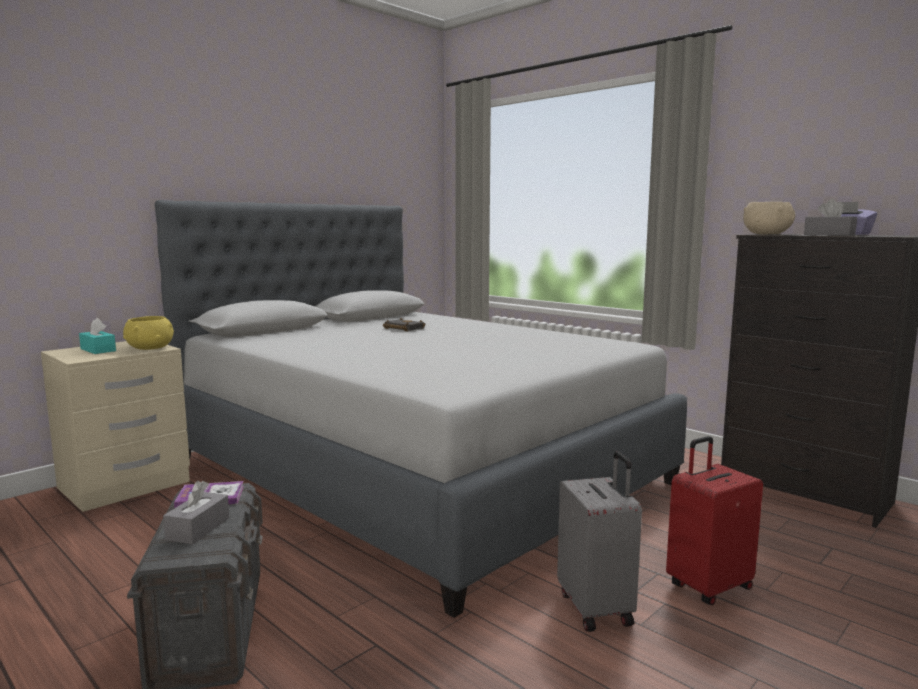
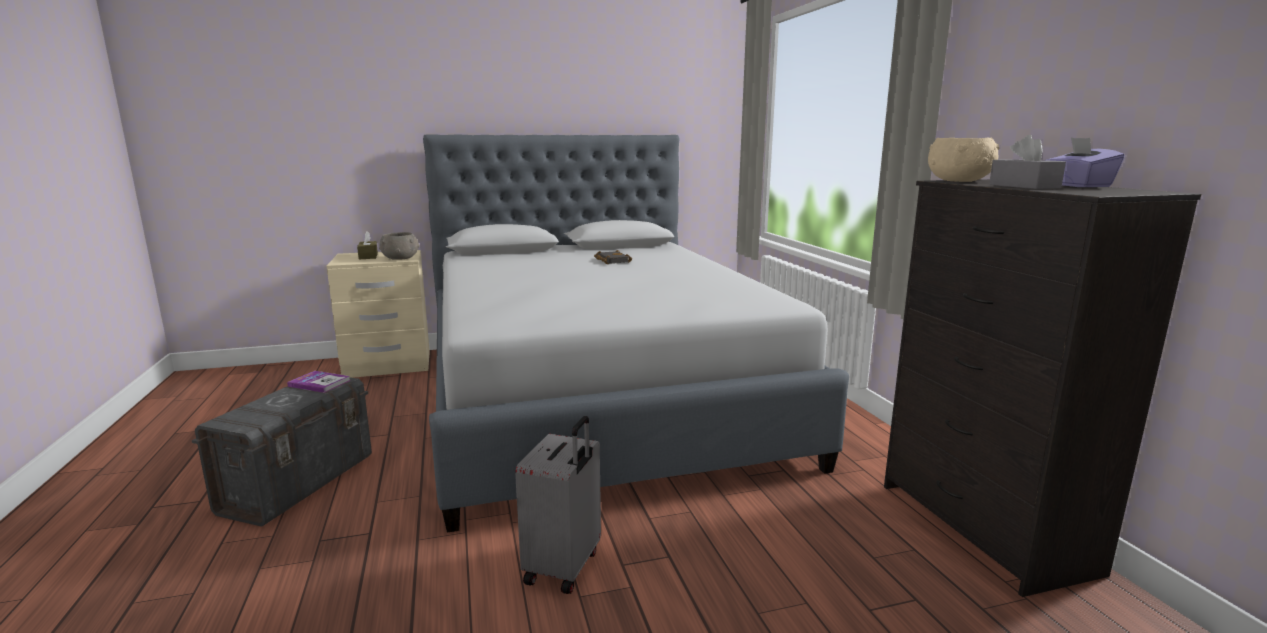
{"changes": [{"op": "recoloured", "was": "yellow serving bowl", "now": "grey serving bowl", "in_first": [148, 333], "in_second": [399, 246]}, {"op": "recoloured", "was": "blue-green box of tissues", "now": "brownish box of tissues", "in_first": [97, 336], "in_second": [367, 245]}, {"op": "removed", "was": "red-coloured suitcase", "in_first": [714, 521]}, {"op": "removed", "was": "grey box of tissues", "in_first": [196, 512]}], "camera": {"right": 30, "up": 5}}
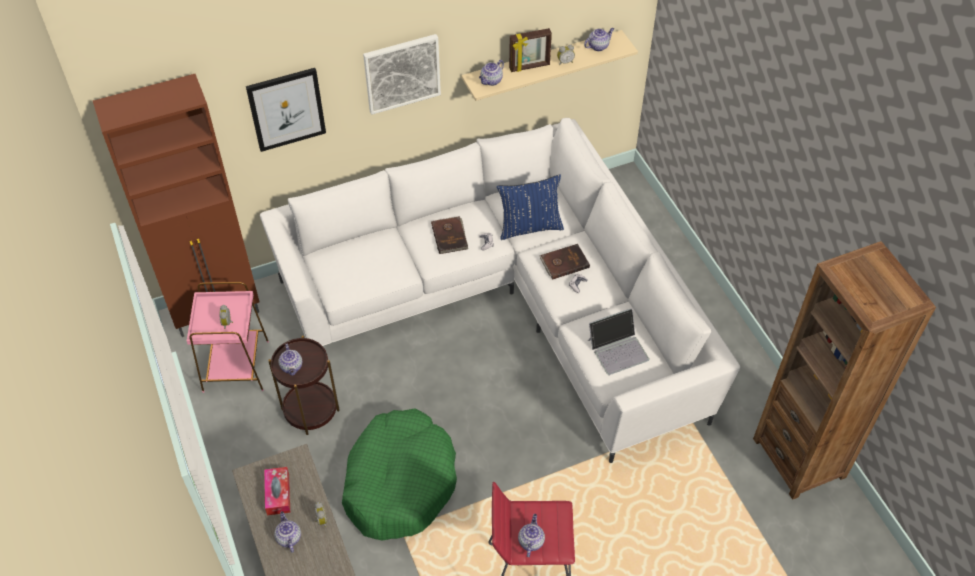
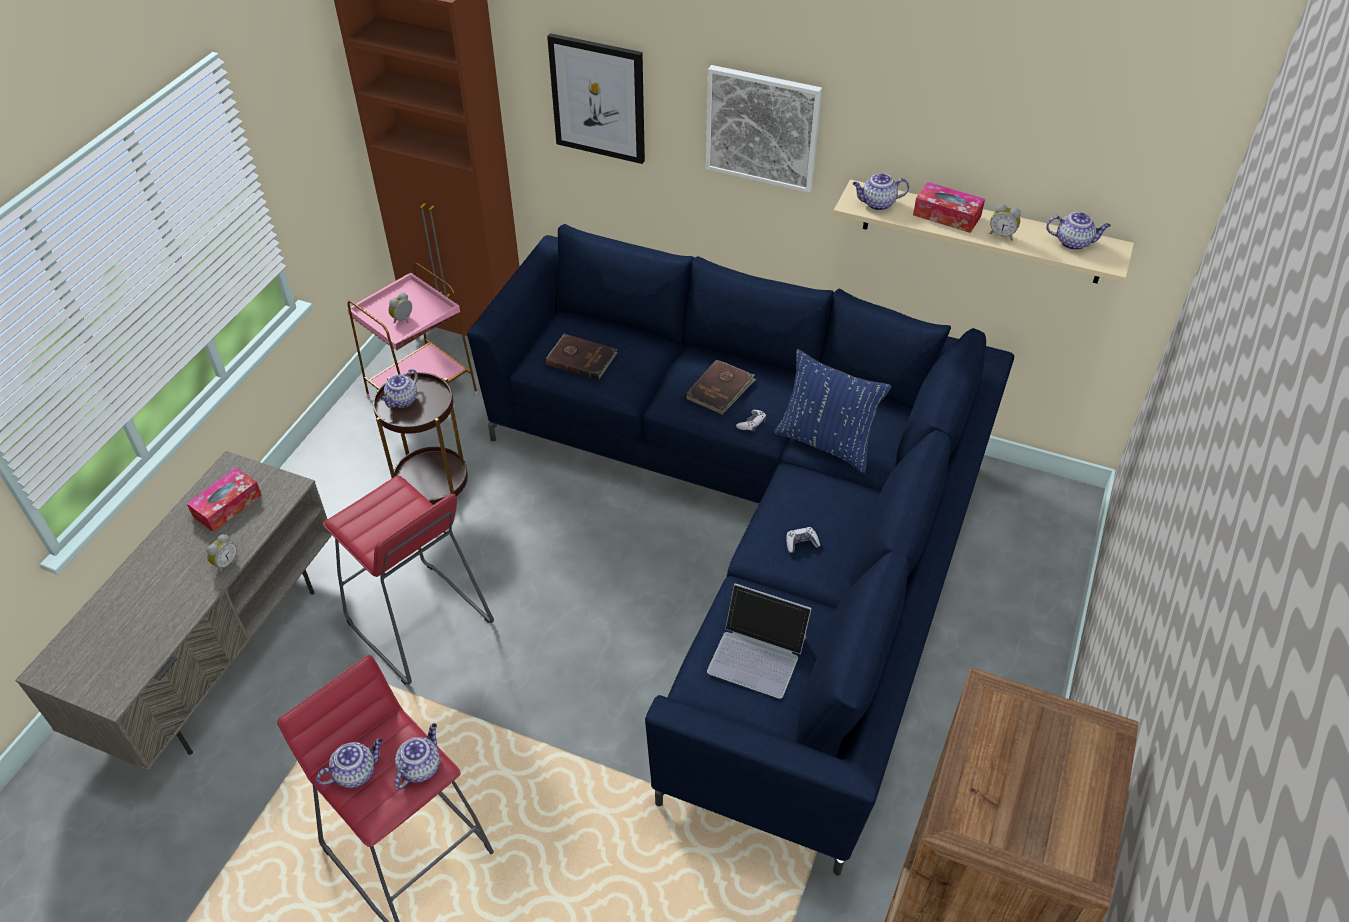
{"changes": [{"op": "replaced", "was": "photo frame", "now": "box of tissues", "in_first": [530, 50], "in_second": [949, 207]}, {"op": "recoloured", "was": "white-coloured sofa", "now": "blue-coloured sofa", "in_first": [500, 290], "in_second": [740, 550]}, {"op": "moved", "was": "brownish book", "in_first": [564, 262], "in_second": [582, 357]}, {"op": "replaced", "was": "green-coloured dog bed", "now": "red-coloured sitting stool", "in_first": [399, 474], "in_second": [408, 580]}, {"op": "moved", "was": "pot for tea", "in_first": [287, 532], "in_second": [417, 756]}], "camera": {"right": 45, "up": -5}}
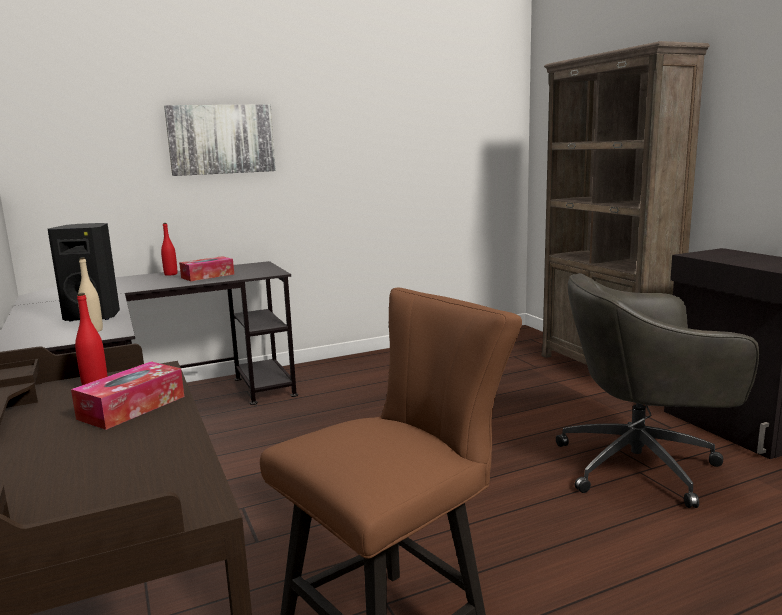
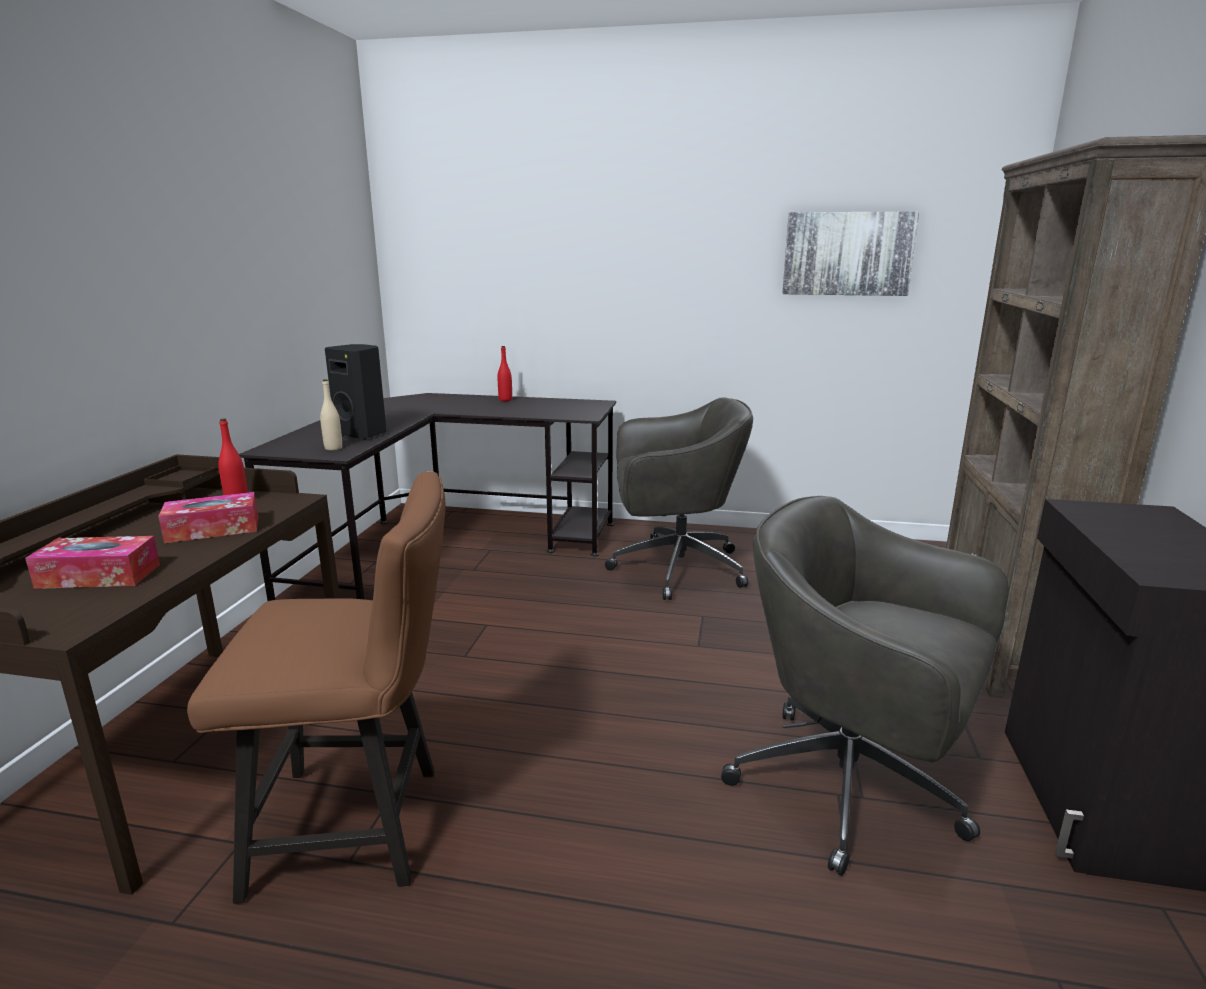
{"changes": [{"op": "moved", "was": "picture", "in_first": [220, 140], "in_second": [850, 254]}, {"op": "moved", "was": "box of tissues", "in_first": [206, 268], "in_second": [92, 562]}, {"op": "added", "now": "grey computer chair", "in_second": [679, 499]}], "camera": {"right": 35, "up": 5}}
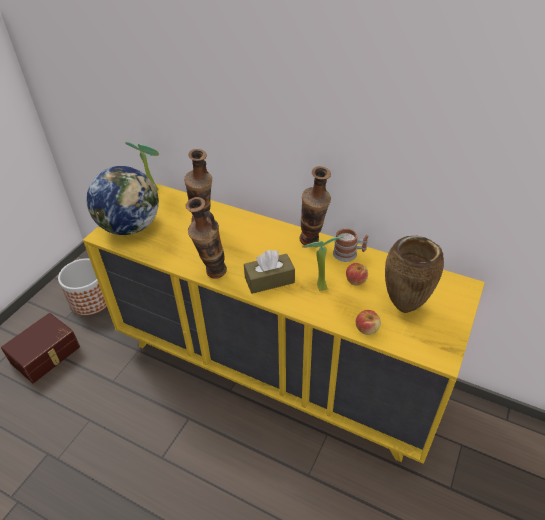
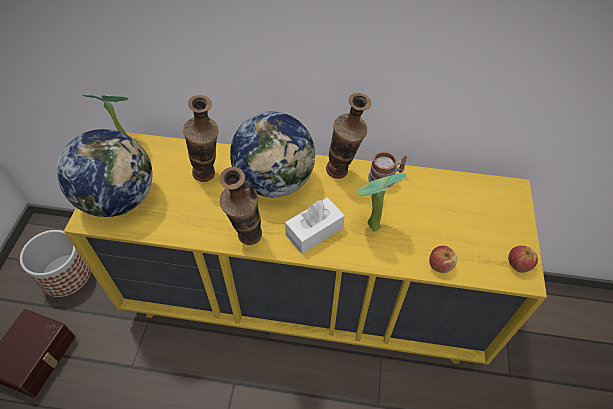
{"changes": [{"op": "removed", "was": "brownish flower vase", "in_first": [414, 274]}, {"op": "recoloured", "was": "brownish box of tissues", "now": "white-coloured box of tissues", "in_first": [269, 272], "in_second": [315, 225]}, {"op": "moved", "was": "whole apple", "in_first": [357, 274], "in_second": [523, 259]}, {"op": "added", "now": "desk globe", "in_second": [272, 154]}], "camera": {"right": -20, "up": 10}}
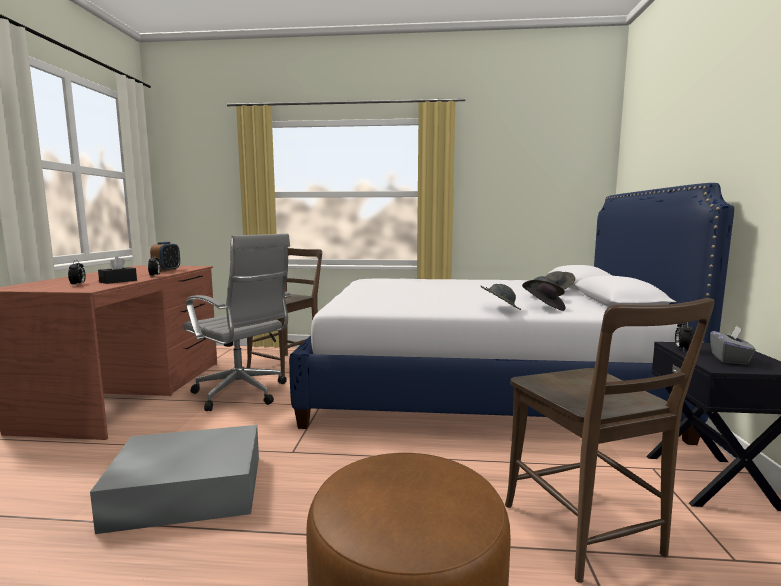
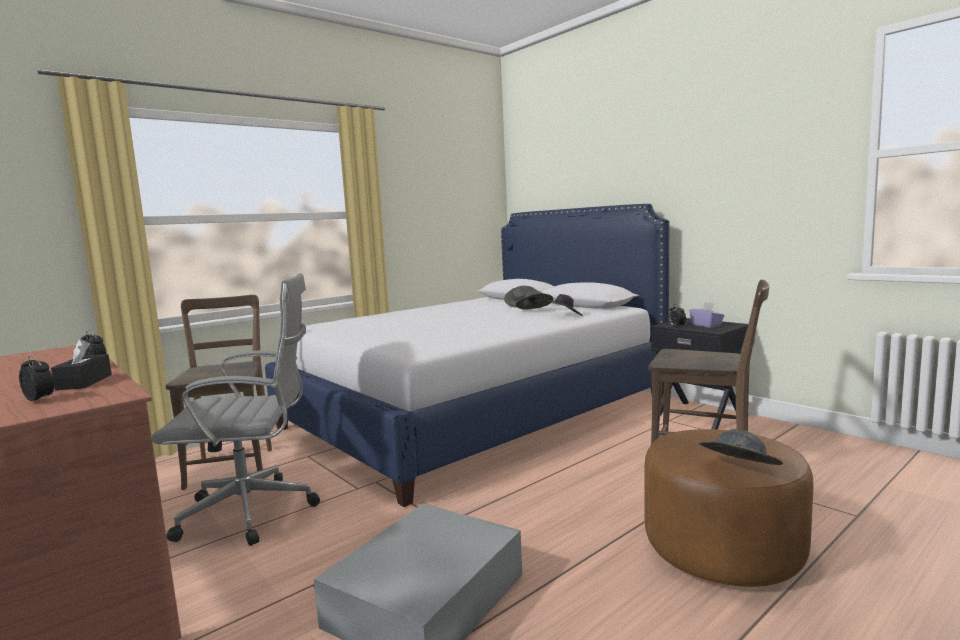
{"changes": [{"op": "removed", "was": "bedside clock", "in_first": [165, 257]}, {"op": "moved", "was": "grey hat", "in_first": [501, 297], "in_second": [741, 447]}, {"op": "recoloured", "was": "grey box of tissues", "now": "purple-coloured box of tissues", "in_first": [733, 345], "in_second": [706, 315]}], "camera": {"right": -45, "up": 0}}
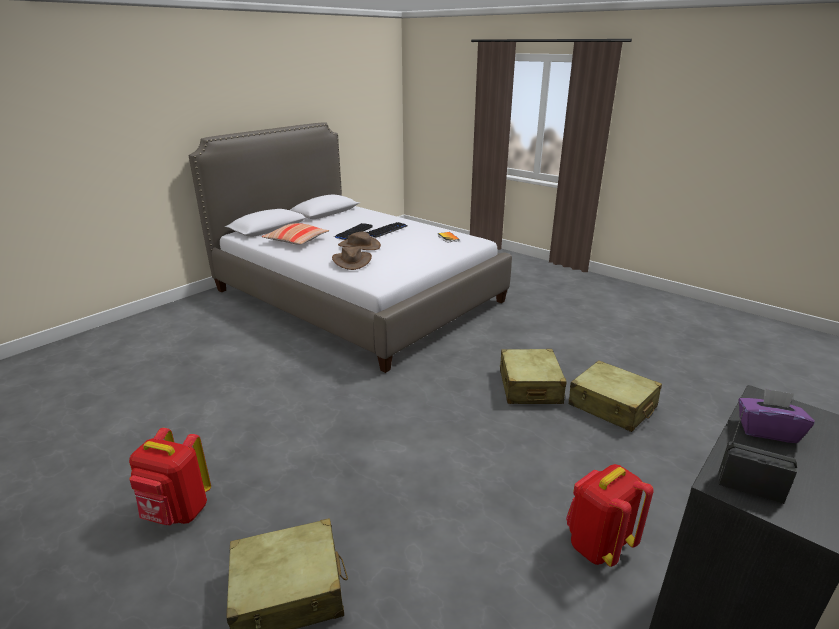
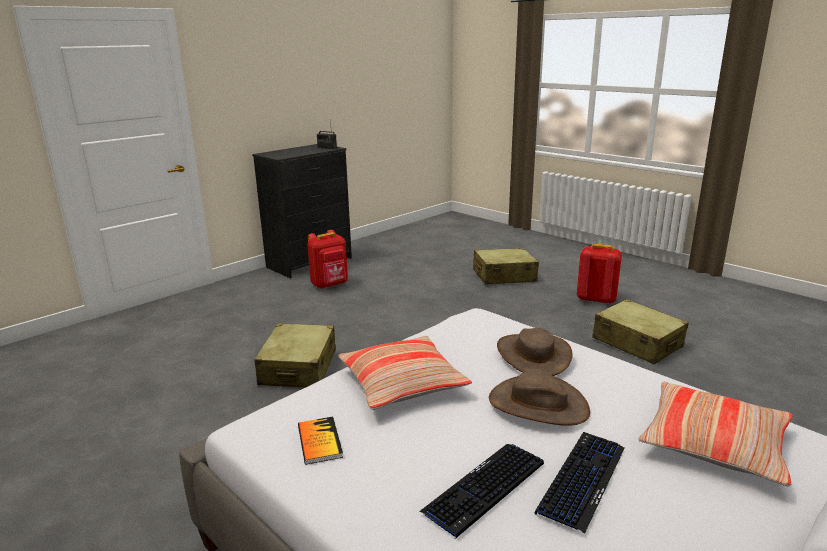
{"changes": [{"op": "moved", "was": "sand-coloured suitcase", "in_first": [615, 396], "in_second": [640, 331]}, {"op": "removed", "was": "purple-coloured box of tissues", "in_first": [777, 415]}, {"op": "added", "now": "cushion", "in_second": [405, 373]}], "camera": {"right": -175, "up": -5}}
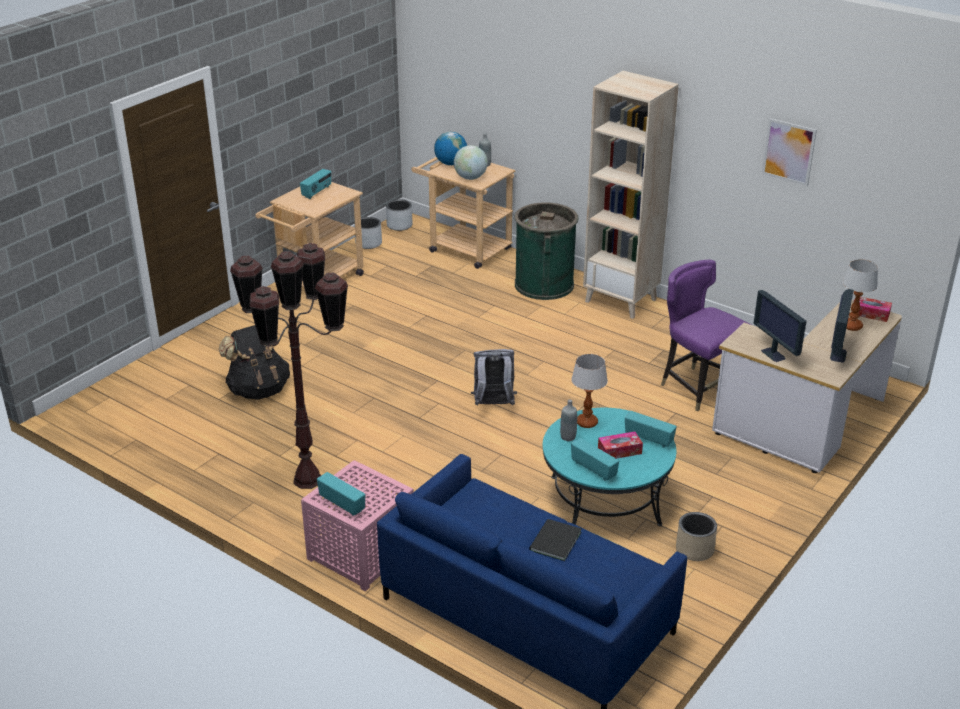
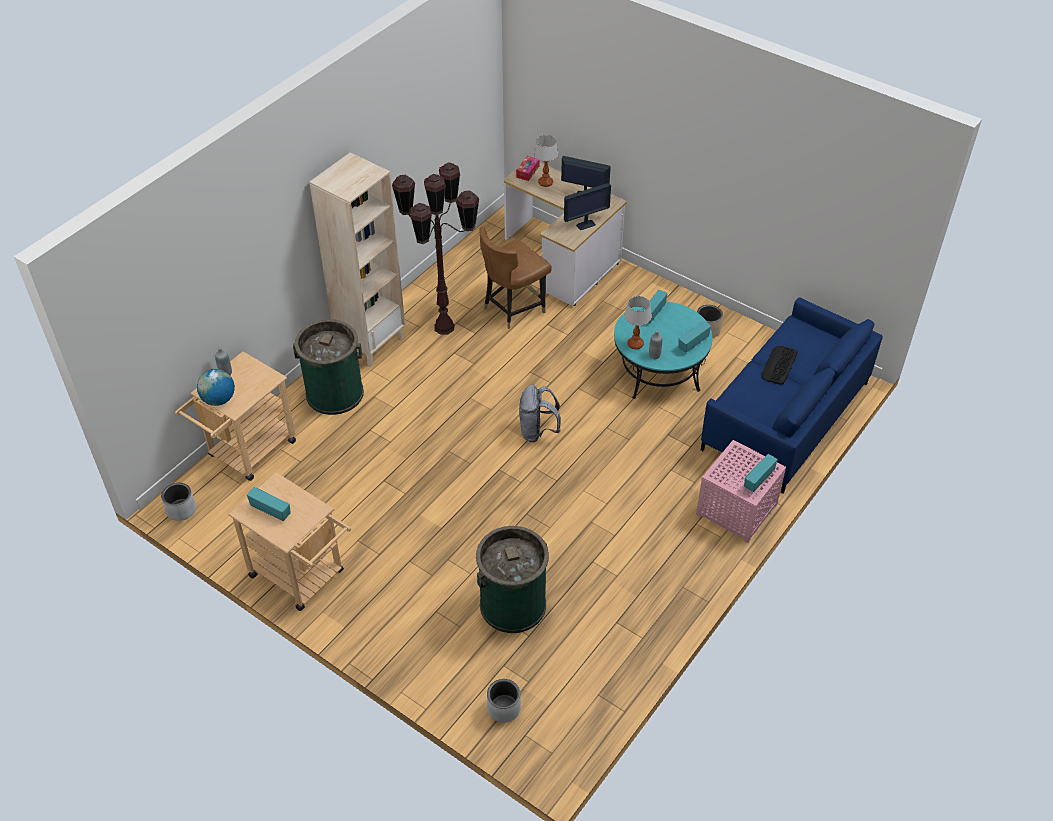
{"changes": [{"op": "removed", "was": "picture", "in_first": [789, 152]}, {"op": "removed", "was": "desk globe", "in_first": [471, 162]}, {"op": "moved", "was": "grey planter", "in_first": [368, 233], "in_second": [504, 700]}, {"op": "moved", "was": "brownish standard lamp", "in_first": [289, 366], "in_second": [435, 248]}, {"op": "recoloured", "was": "purple-coloured upright chair", "now": "brownish upright chair", "in_first": [706, 335], "in_second": [515, 277]}, {"op": "replaced", "was": "black knapsack", "now": "green-coloured trash can", "in_first": [254, 362], "in_second": [512, 579]}, {"op": "removed", "was": "box of tissues", "in_first": [620, 445]}, {"op": "replaced", "was": "black book", "now": "PC keyboard", "in_first": [555, 540], "in_second": [780, 365]}], "camera": {"right": -90, "up": 15}}
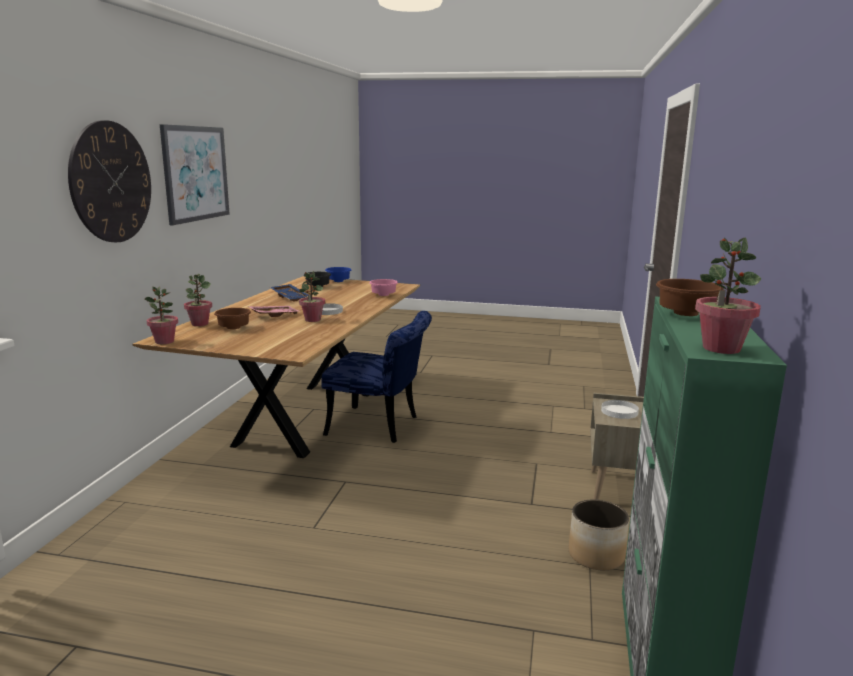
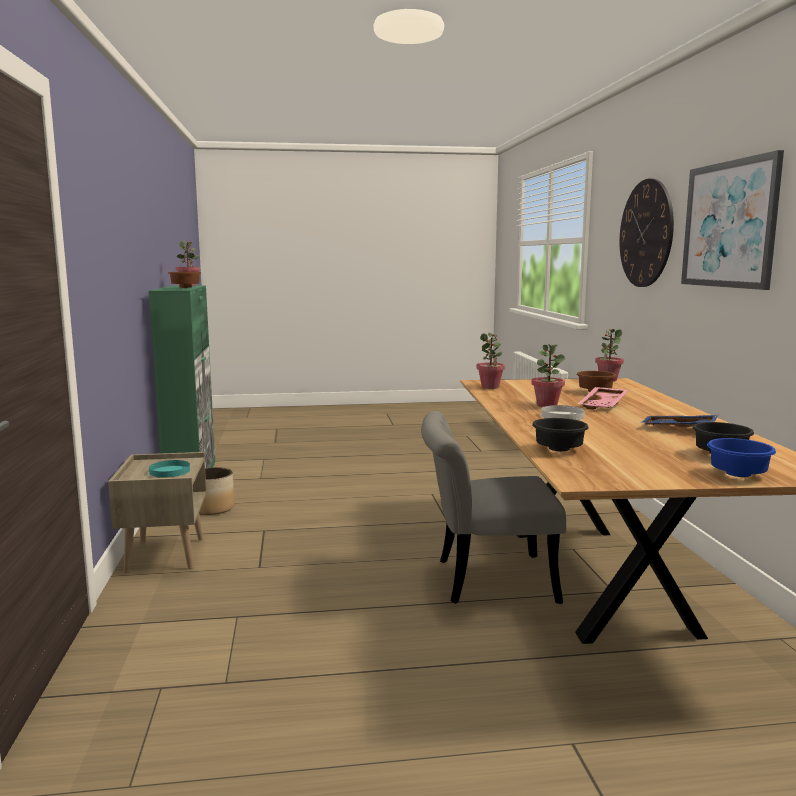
{"changes": [{"op": "moved", "was": "houseplant", "in_first": [198, 300], "in_second": [490, 361]}, {"op": "recoloured", "was": "pink-coloured serving bowl", "now": "black serving bowl", "in_first": [383, 287], "in_second": [560, 434]}, {"op": "recoloured", "was": "blue-coloured upright chair", "now": "grey upright chair", "in_first": [376, 377], "in_second": [493, 507]}, {"op": "recoloured", "was": "white-coloured dinner plate", "now": "blue-green dinner plate", "in_first": [620, 409], "in_second": [169, 468]}], "camera": {"right": 160, "up": -5}}
